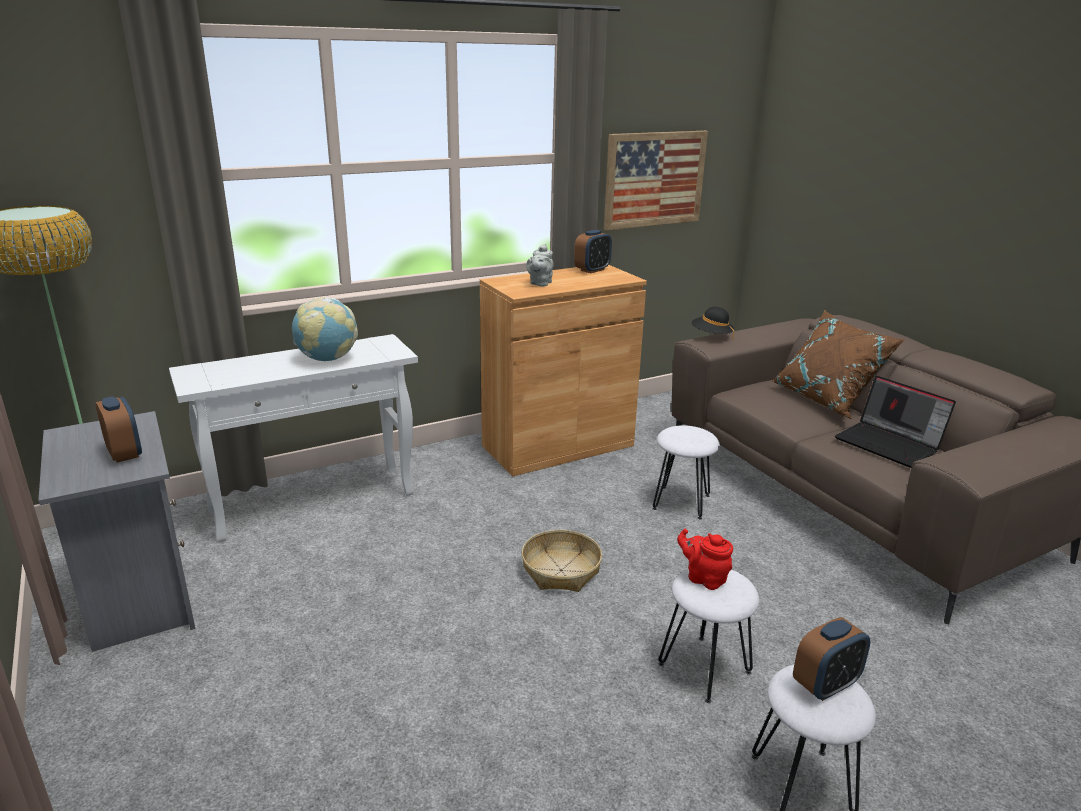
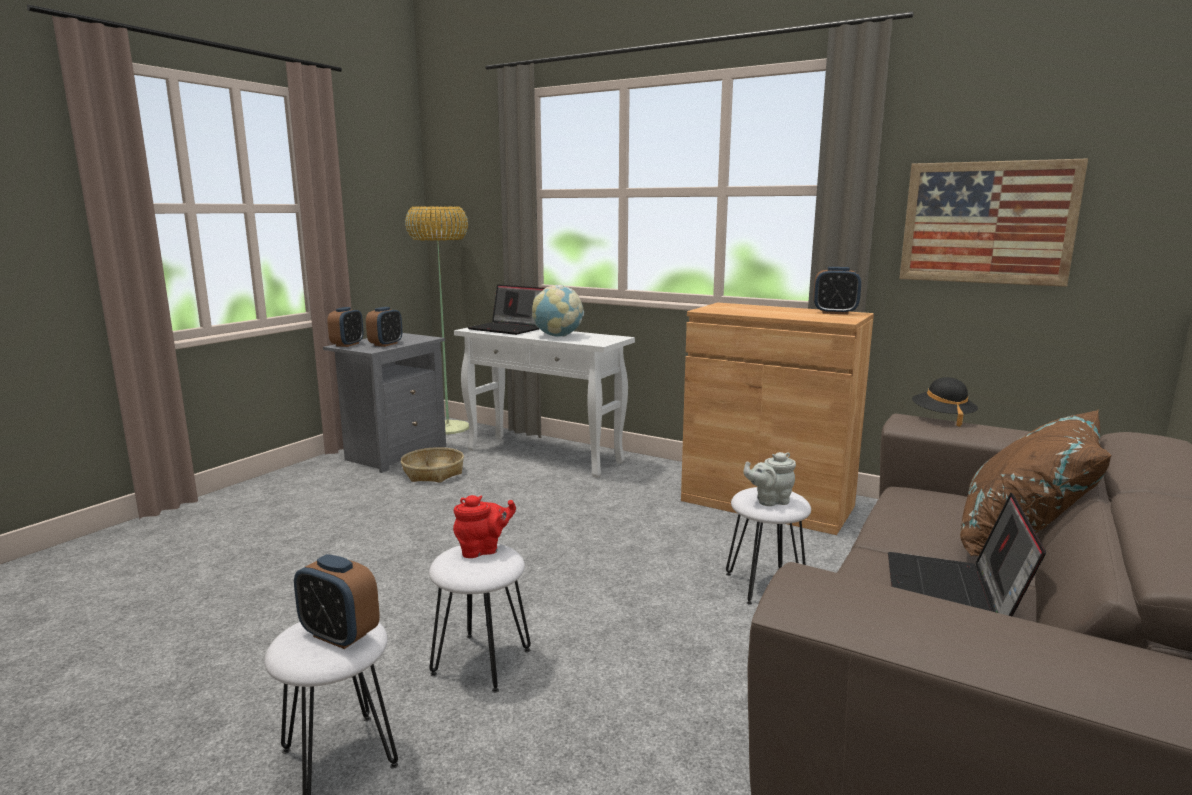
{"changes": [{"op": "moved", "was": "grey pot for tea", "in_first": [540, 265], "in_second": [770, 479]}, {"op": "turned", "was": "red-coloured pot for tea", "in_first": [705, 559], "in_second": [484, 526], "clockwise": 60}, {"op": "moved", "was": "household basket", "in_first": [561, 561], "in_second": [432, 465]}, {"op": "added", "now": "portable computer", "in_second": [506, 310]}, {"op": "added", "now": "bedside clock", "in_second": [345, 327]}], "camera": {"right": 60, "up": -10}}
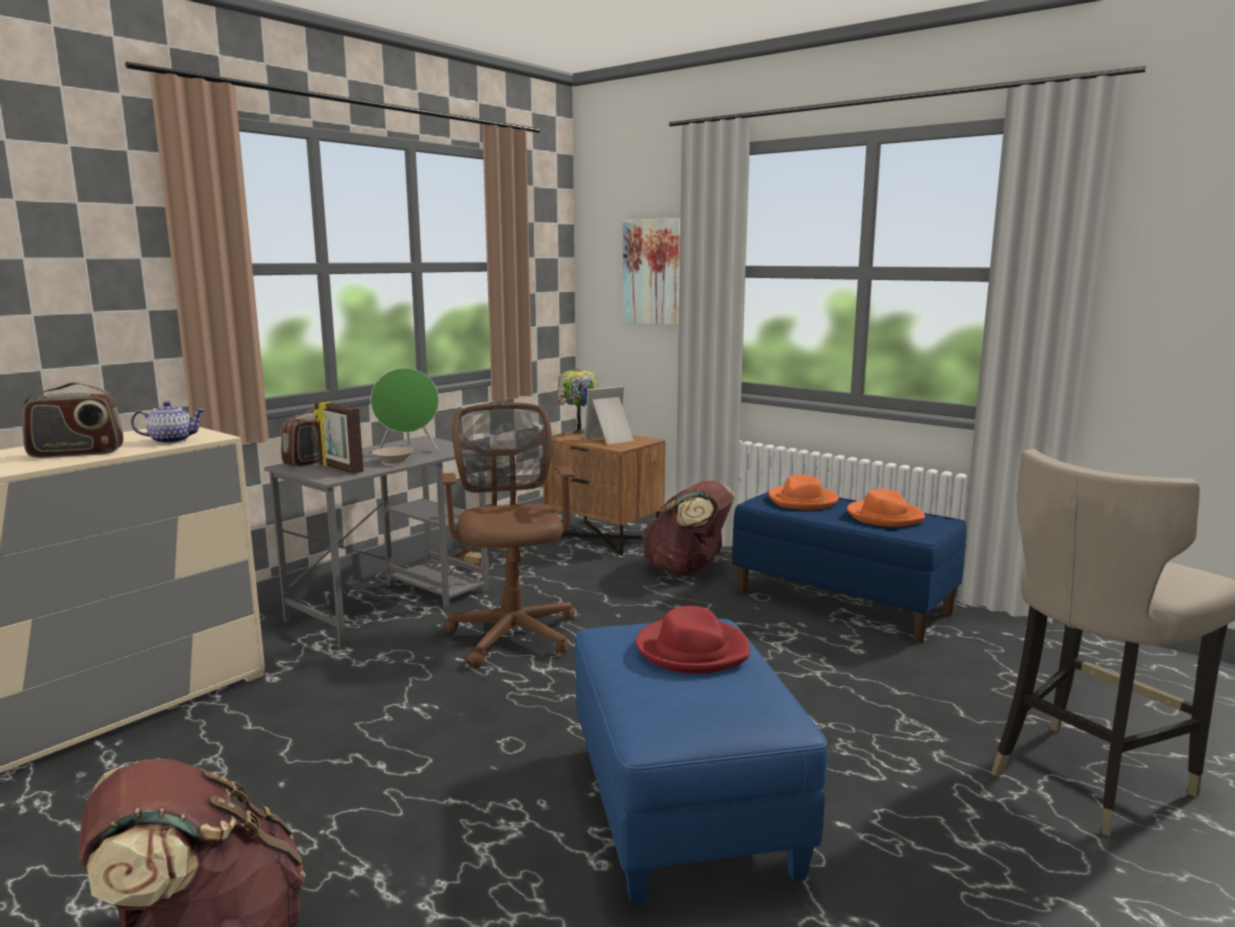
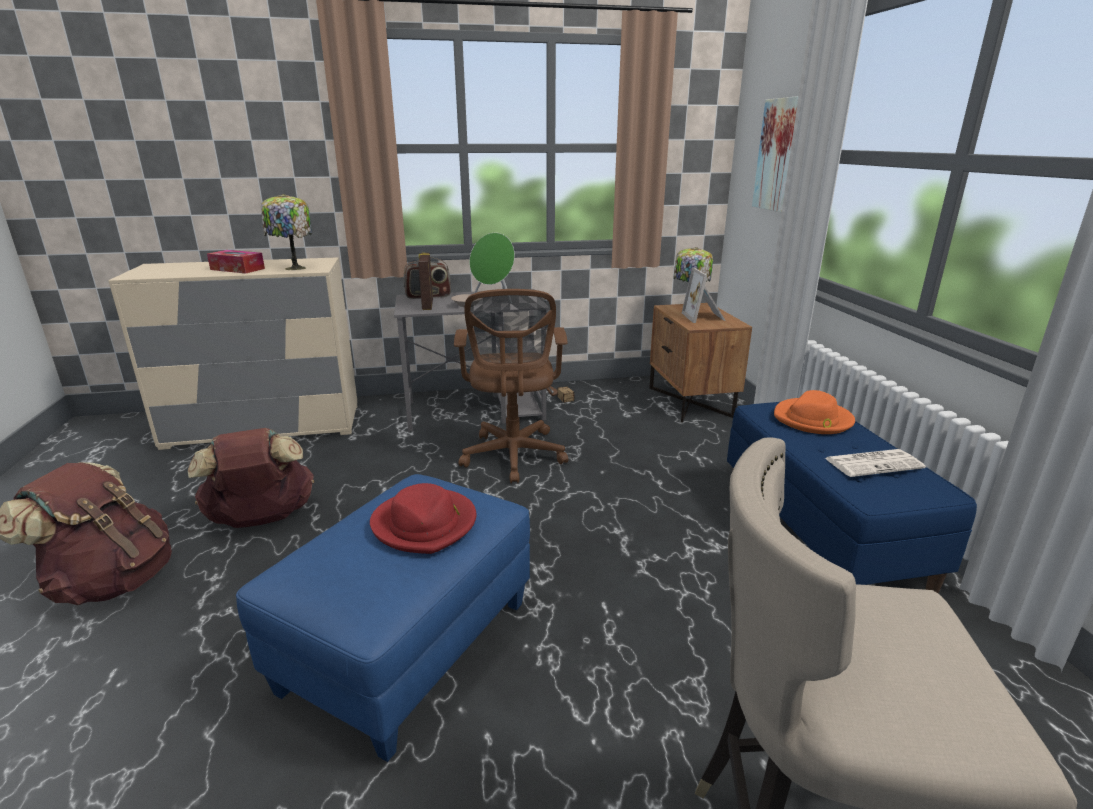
{"changes": [{"op": "replaced", "was": "radio set", "now": "box of tissues", "in_first": [72, 420], "in_second": [236, 261]}, {"op": "turned", "was": "photo frame", "in_first": [609, 415], "in_second": [704, 295], "clockwise": -105}, {"op": "replaced", "was": "pot for tea", "now": "lamp for a table", "in_first": [168, 422], "in_second": [286, 232]}, {"op": "turned", "was": "brownish computer chair", "in_first": [507, 535], "in_second": [511, 386], "clockwise": 150}, {"op": "moved", "was": "brownish knapsack", "in_first": [689, 527], "in_second": [251, 478]}, {"op": "replaced", "was": "orangey hat", "now": "daily paper", "in_first": [886, 508], "in_second": [875, 463]}], "camera": {"right": 40, "up": 10}}
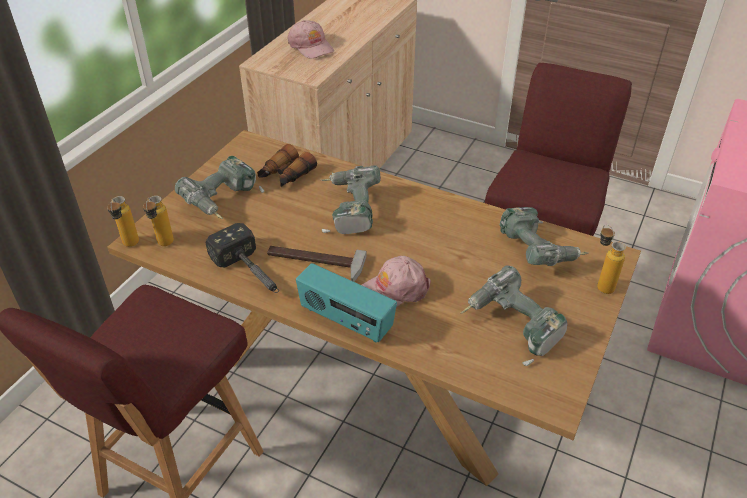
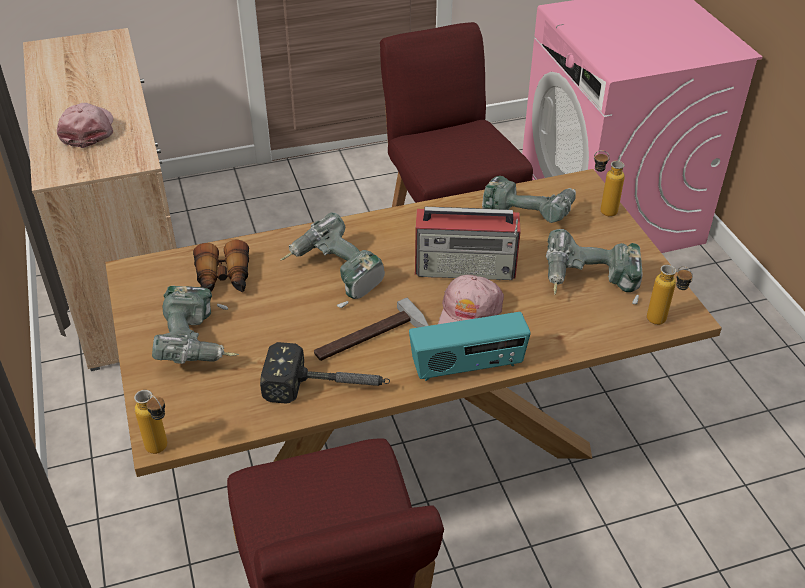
{"changes": [{"op": "turned", "was": "pink-coloured cap", "in_first": [311, 39], "in_second": [85, 125], "clockwise": -105}, {"op": "moved", "was": "beverage bottle", "in_first": [158, 221], "in_second": [670, 295]}, {"op": "added", "now": "radio set", "in_second": [468, 243]}], "camera": {"right": -45, "up": 0}}
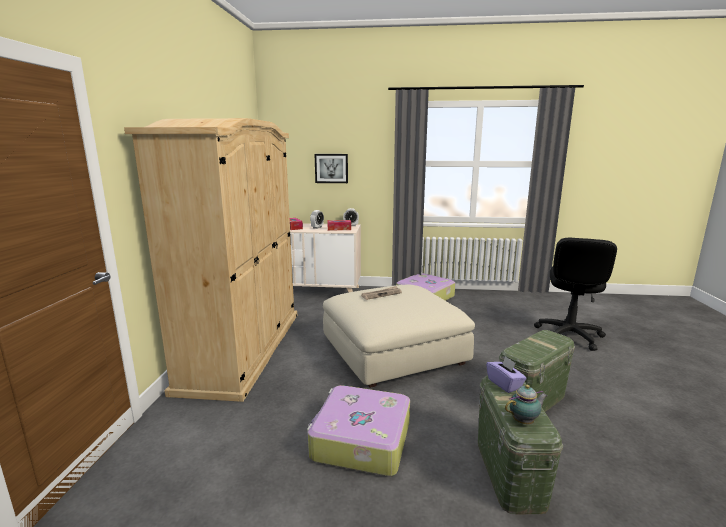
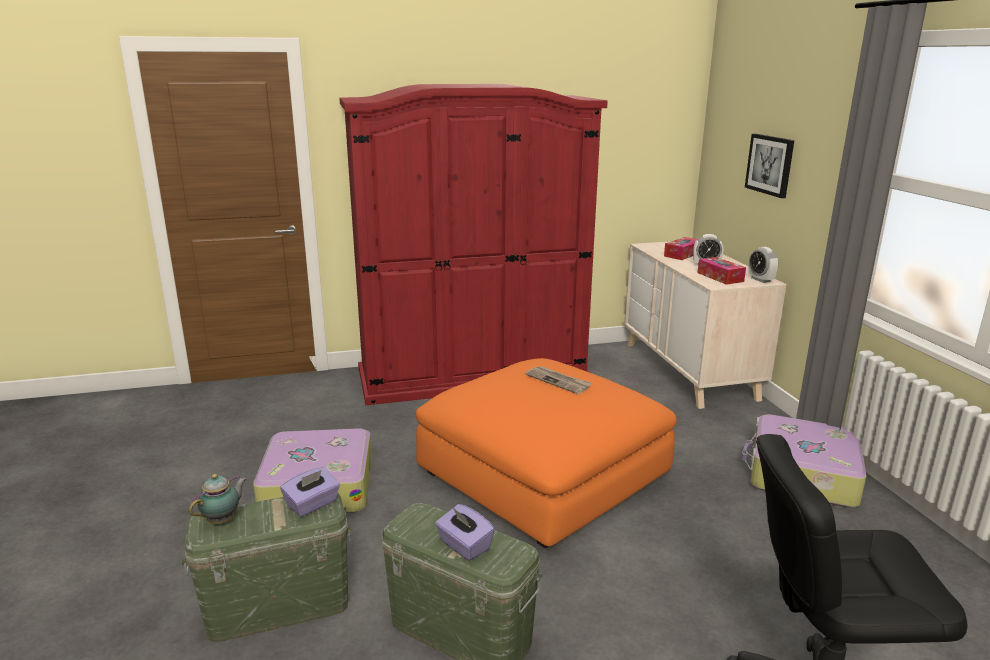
{"changes": [{"op": "recoloured", "was": "sand-coloured wardrobe", "now": "red-coloured wardrobe", "in_first": [210, 260], "in_second": [473, 244]}, {"op": "recoloured", "was": "sand-coloured footrest", "now": "orangey footrest", "in_first": [399, 336], "in_second": [546, 453]}, {"op": "turned", "was": "pot for tea", "in_first": [526, 404], "in_second": [217, 499], "clockwise": -105}, {"op": "added", "now": "purple-coloured box of tissues", "in_second": [465, 532]}], "camera": {"right": 70, "up": 5}}
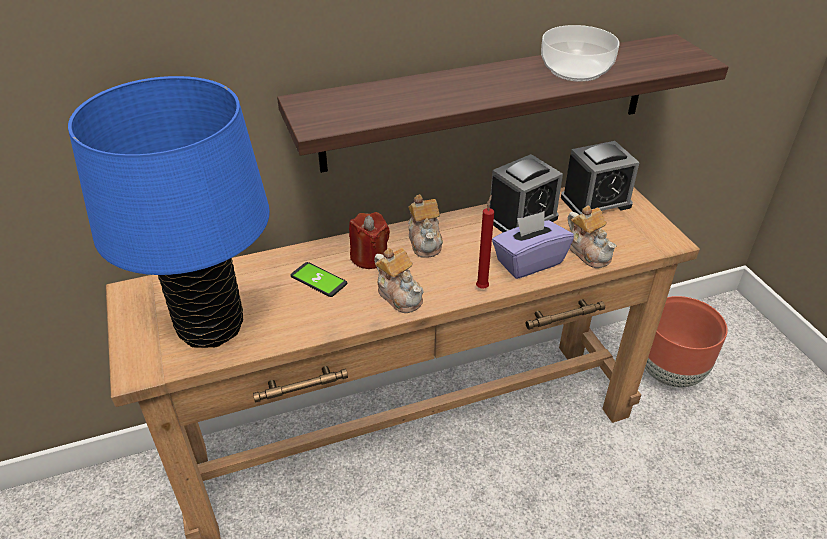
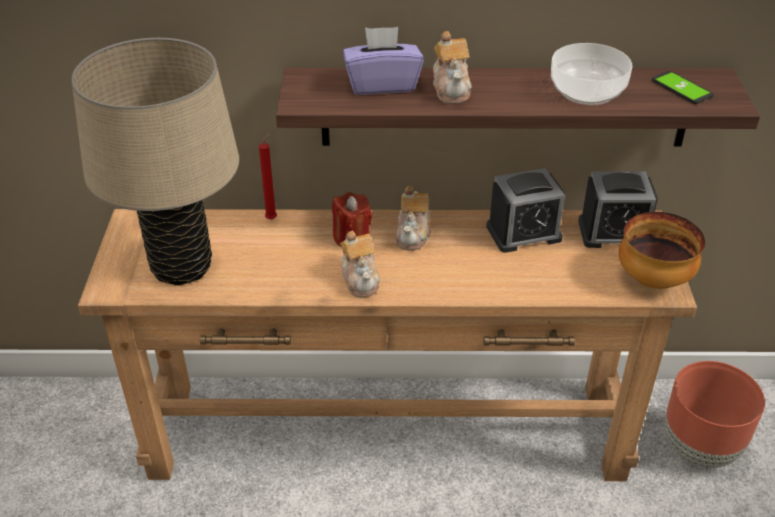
{"changes": [{"op": "recoloured", "was": "blue-coloured lamp for a table", "now": "sand-coloured lamp for a table", "in_first": [169, 212], "in_second": [155, 162]}, {"op": "moved", "was": "red-coloured candle", "in_first": [485, 242], "in_second": [268, 176]}, {"op": "moved", "was": "pot for tea", "in_first": [592, 236], "in_second": [452, 67]}, {"op": "moved", "was": "purple-coloured box of tissues", "in_first": [533, 245], "in_second": [383, 61]}, {"op": "moved", "was": "telephone", "in_first": [318, 279], "in_second": [683, 87]}, {"op": "added", "now": "serving bowl", "in_second": [662, 250]}], "camera": {"right": 20, "up": 0}}
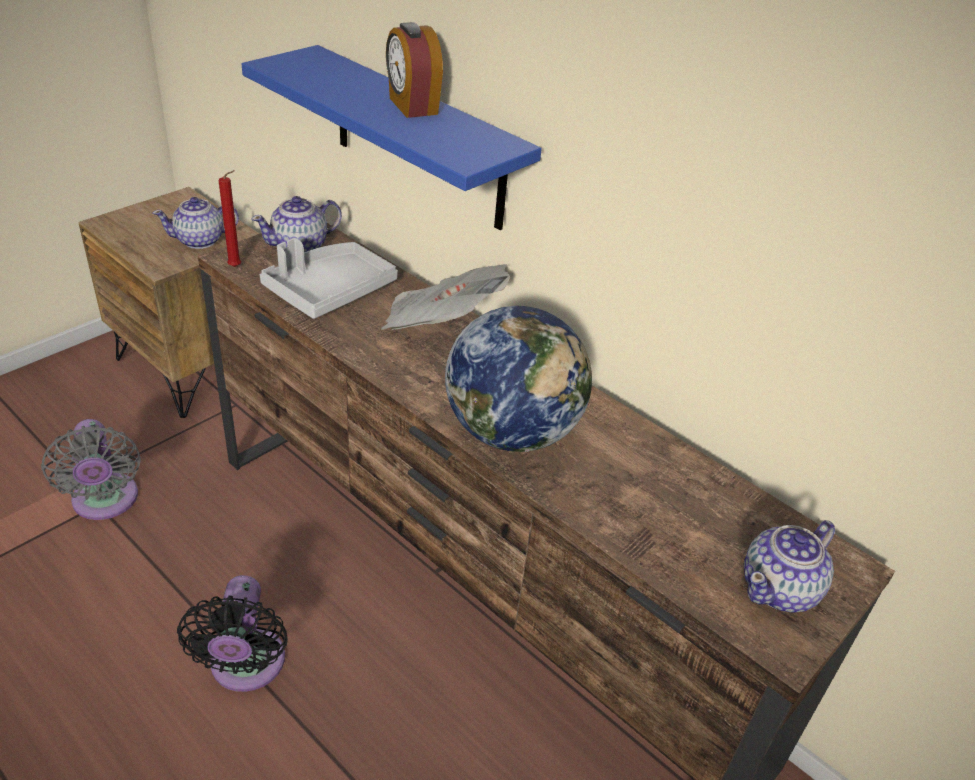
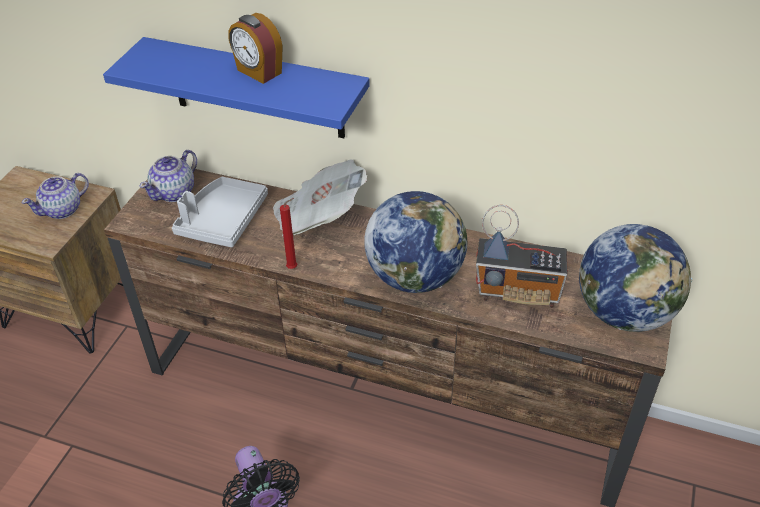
{"changes": [{"op": "moved", "was": "red-coloured candle", "in_first": [230, 218], "in_second": [288, 233]}, {"op": "removed", "was": "grey electric fan", "in_first": [91, 469]}, {"op": "replaced", "was": "pot for tea", "now": "desk globe", "in_first": [789, 566], "in_second": [635, 278]}, {"op": "added", "now": "radio set", "in_second": [522, 256]}], "camera": {"right": -20, "up": 5}}
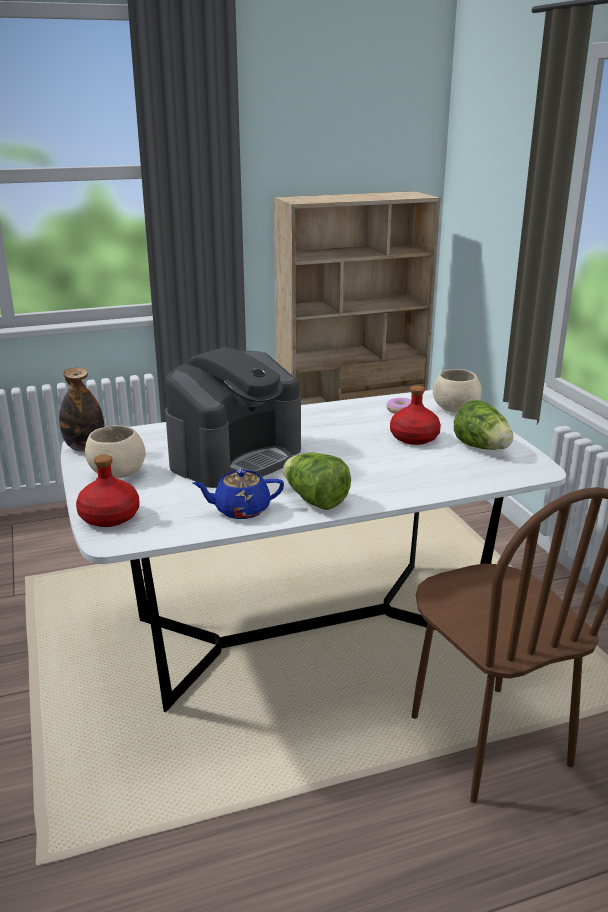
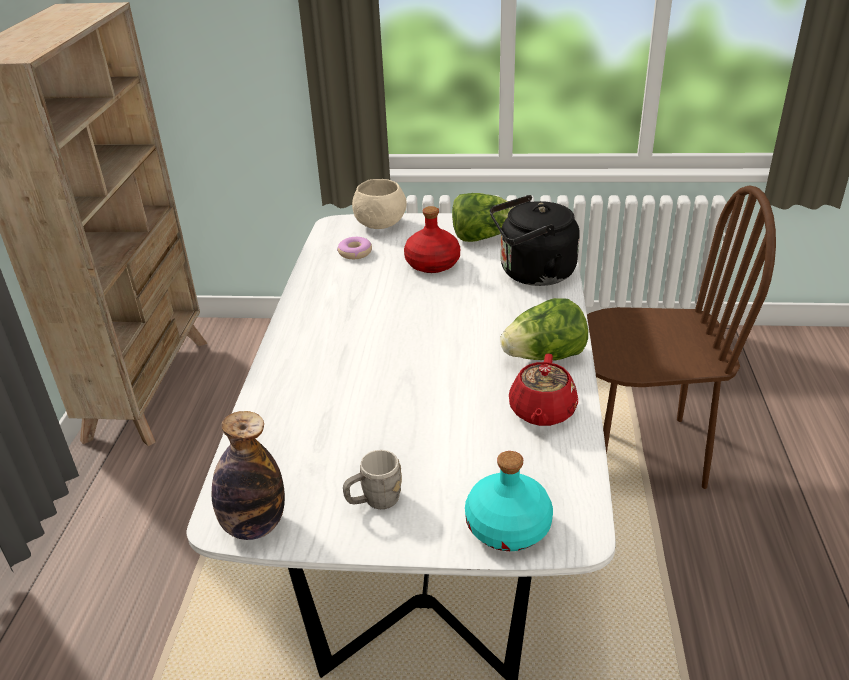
{"changes": [{"op": "removed", "was": "coffee brewer", "in_first": [233, 417]}, {"op": "replaced", "was": "sand-coloured serving bowl", "now": "grey mug", "in_first": [115, 451], "in_second": [372, 479]}, {"op": "recoloured", "was": "red-coloured beverage bottle", "now": "blue-green beverage bottle", "in_first": [108, 490], "in_second": [509, 501]}, {"op": "recoloured", "was": "blue-coloured pot for tea", "now": "red-coloured pot for tea", "in_first": [238, 494], "in_second": [543, 389]}, {"op": "added", "now": "black water kettle", "in_second": [535, 240]}], "camera": {"right": -65, "up": 10}}
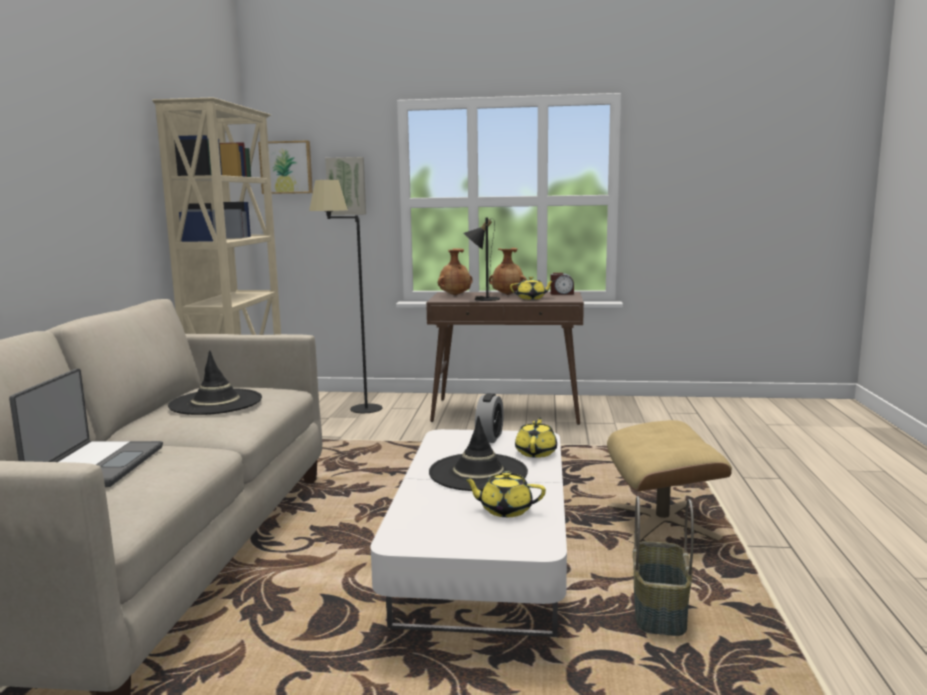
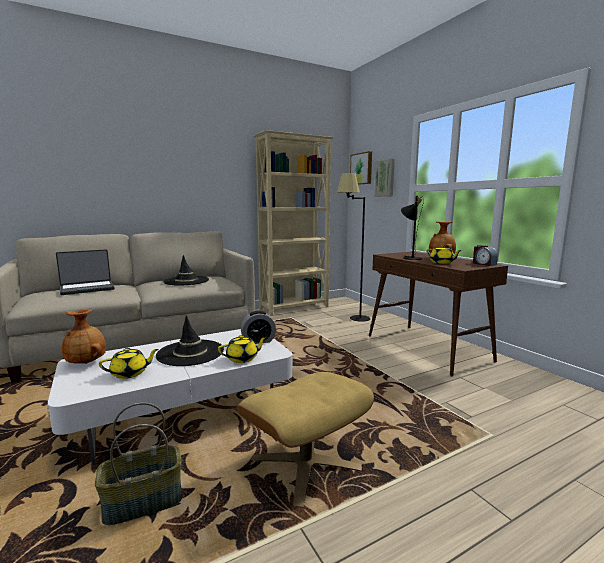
{"changes": [{"op": "moved", "was": "brownish flower vase", "in_first": [455, 272], "in_second": [84, 336]}, {"op": "turned", "was": "yellow pot for tea", "in_first": [504, 494], "in_second": [128, 363], "clockwise": 90}], "camera": {"right": 55, "up": 0}}
